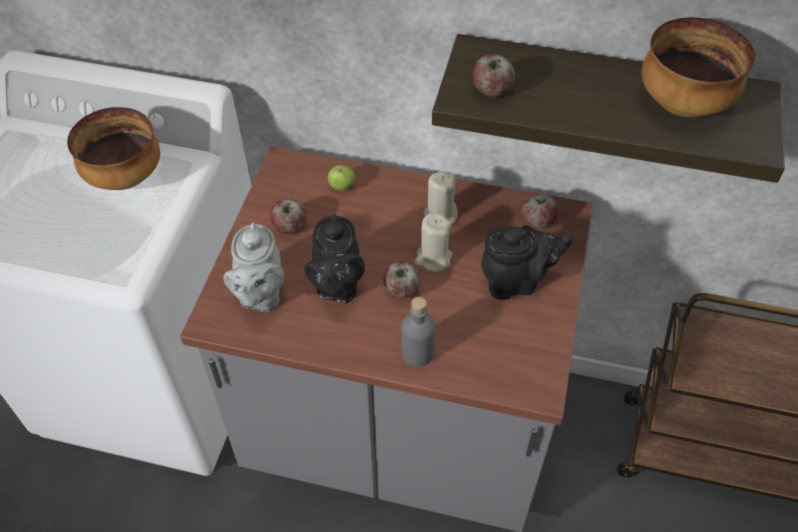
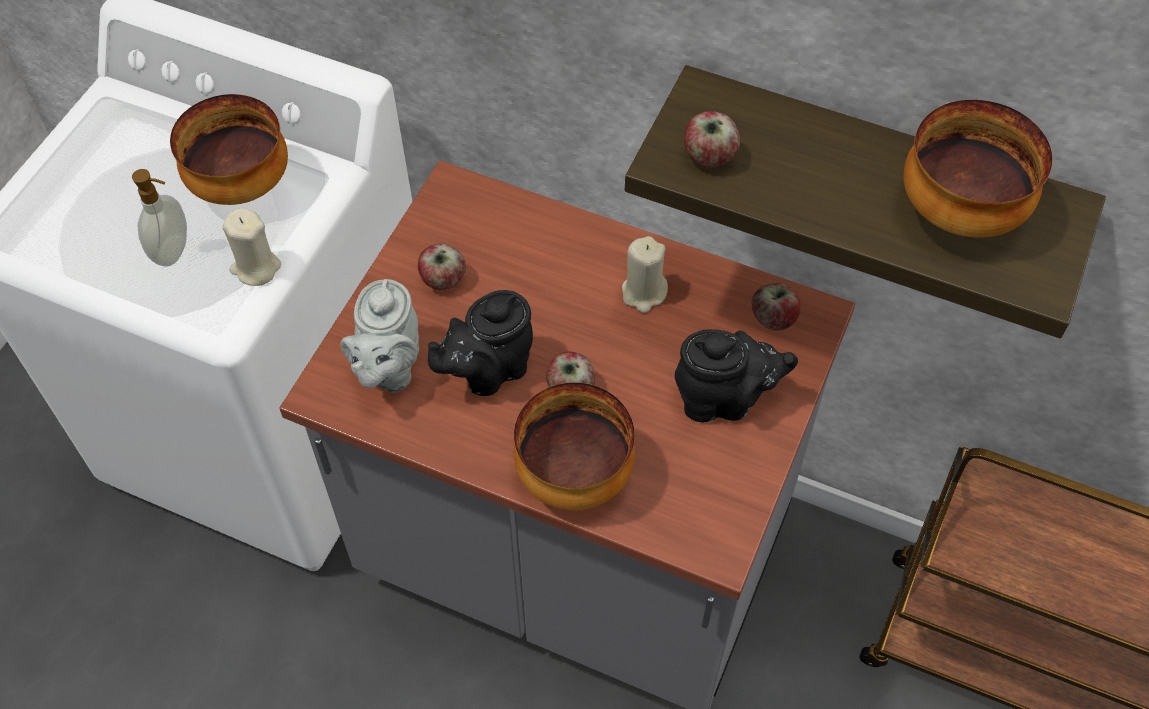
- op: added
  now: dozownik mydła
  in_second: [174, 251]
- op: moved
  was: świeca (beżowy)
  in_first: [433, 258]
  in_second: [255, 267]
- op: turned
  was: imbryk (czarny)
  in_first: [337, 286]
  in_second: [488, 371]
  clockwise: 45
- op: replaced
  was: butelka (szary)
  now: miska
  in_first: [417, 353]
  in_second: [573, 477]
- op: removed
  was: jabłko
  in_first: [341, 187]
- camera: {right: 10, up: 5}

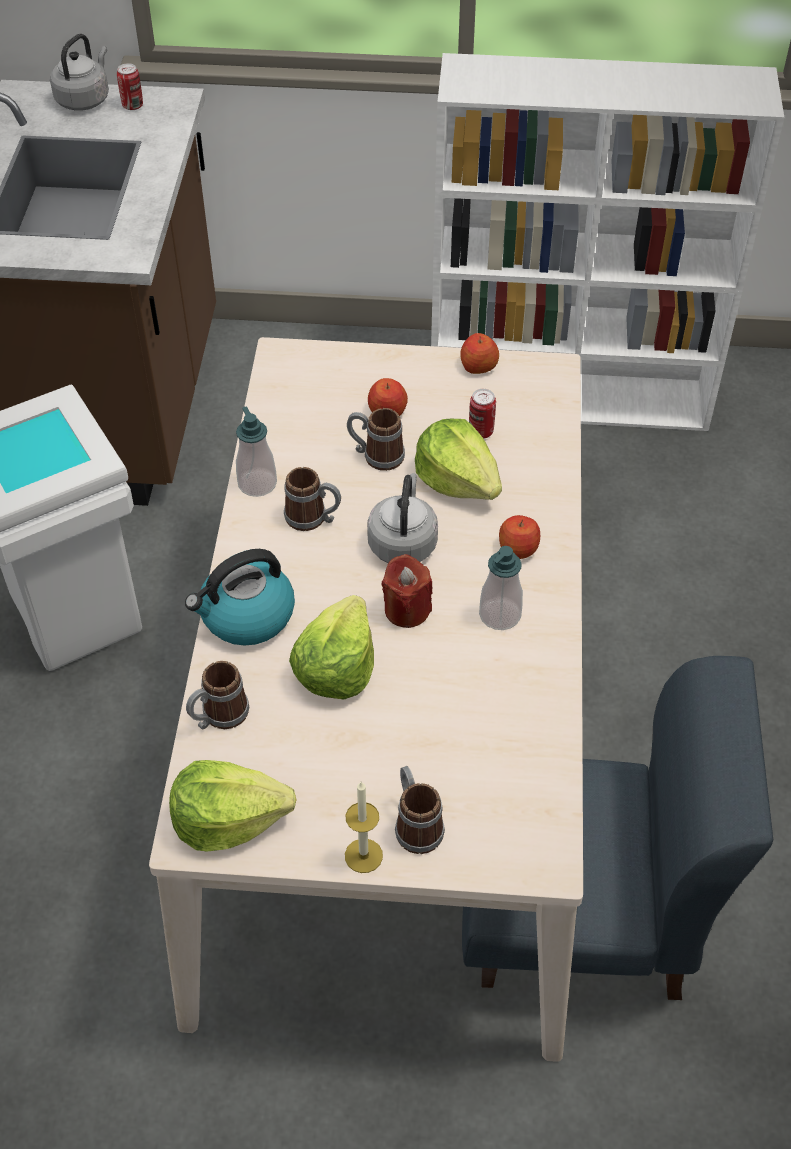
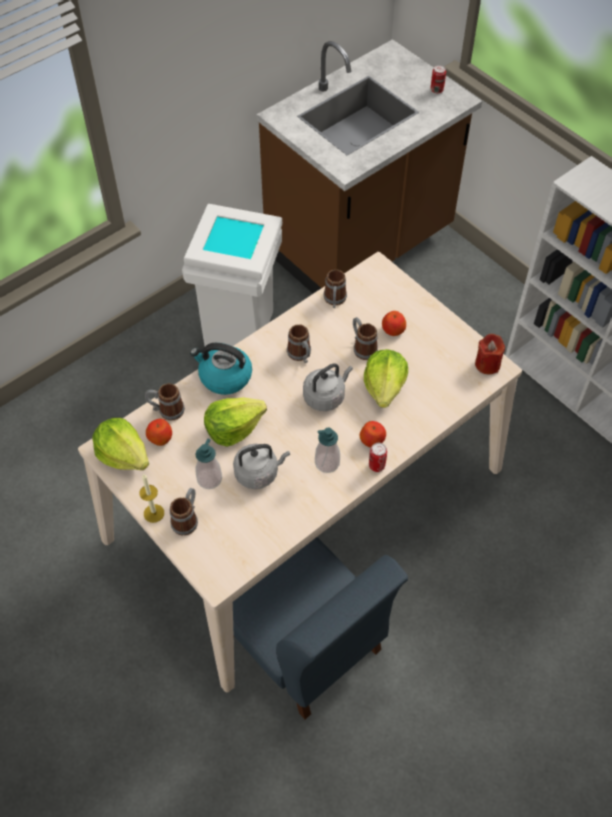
- op: moved
  was: jabłko
  in_first: [478, 366]
  in_second: [160, 438]
- op: moved
  was: dozownik mydła
  in_first: [257, 484]
  in_second: [209, 479]
- op: moved
  was: czajnik (szary)
  in_first: [84, 99]
  in_second: [259, 473]
- op: added
  now: kubek
  in_second: [334, 301]
- op: moved
  was: puszka
  in_first: [481, 431]
  in_second: [376, 465]
- op: moved
  was: świeca (czerwony)
  in_first: [407, 609]
  in_second: [487, 364]
- camera: {right: 45, up: 5}

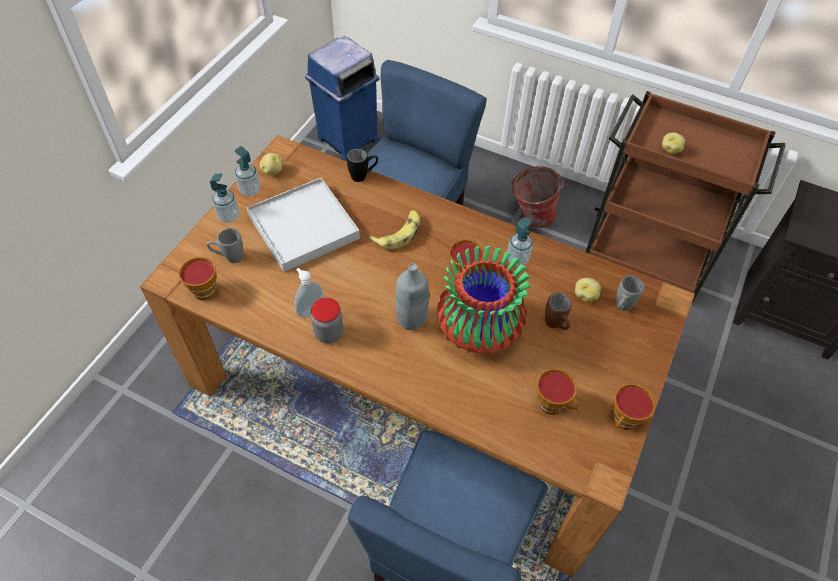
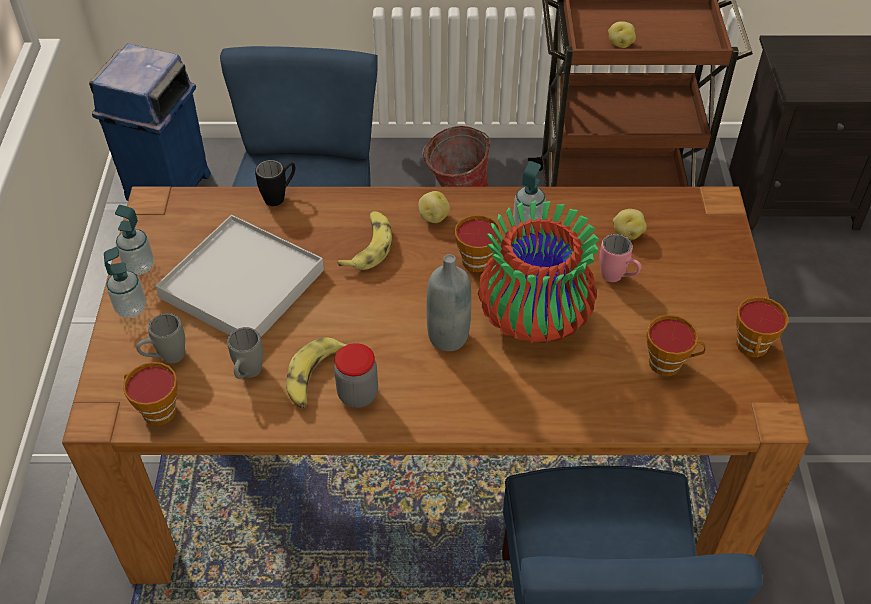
- op: moved
  was: kubek (szary)
  in_first: [621, 308]
  in_second: [247, 375]
- op: replaced
  was: dozownik mydła
  now: banan
  in_first: [310, 310]
  in_second: [315, 377]
- op: moved
  was: ziemniak
  in_first: [272, 171]
  in_second: [433, 217]
- op: recoloured
  was: kubek (brązowy)
  now: kubek (różowy)
  in_first: [556, 326]
  in_second: [617, 278]
- camera: {right: -25, up: -5}

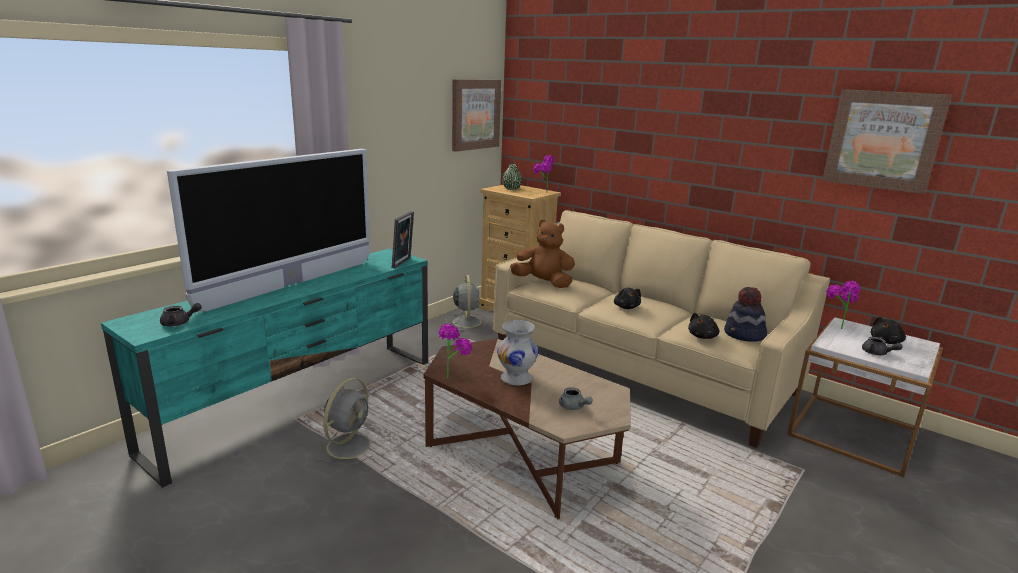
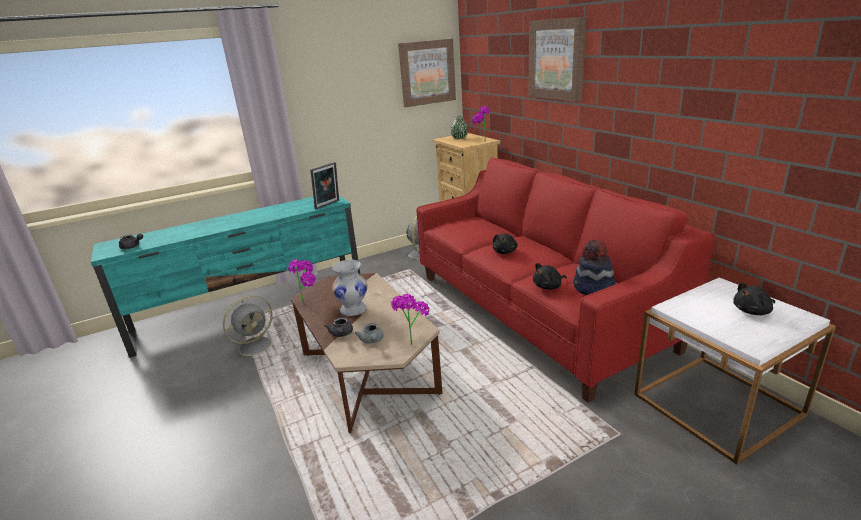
- op: moved
  was: imbryk (szary)
  in_first: [877, 353]
  in_second: [341, 334]
- op: moved
  was: roślina doniczkowa
  in_first: [836, 326]
  in_second: [412, 340]
- op: recoloured
  was: kanapa (beżowy)
  now: kanapa (czerwony)
  in_first: [640, 370]
  in_second: [535, 310]
- op: moved
  was: obraz
  in_first: [883, 140]
  in_second: [557, 59]
- op: removed
  was: telewizor
  in_first: [291, 284]
- op: removed
  was: pluszak (brązowy)
  in_first: [543, 283]
- camera: {right: 25, up: 5}

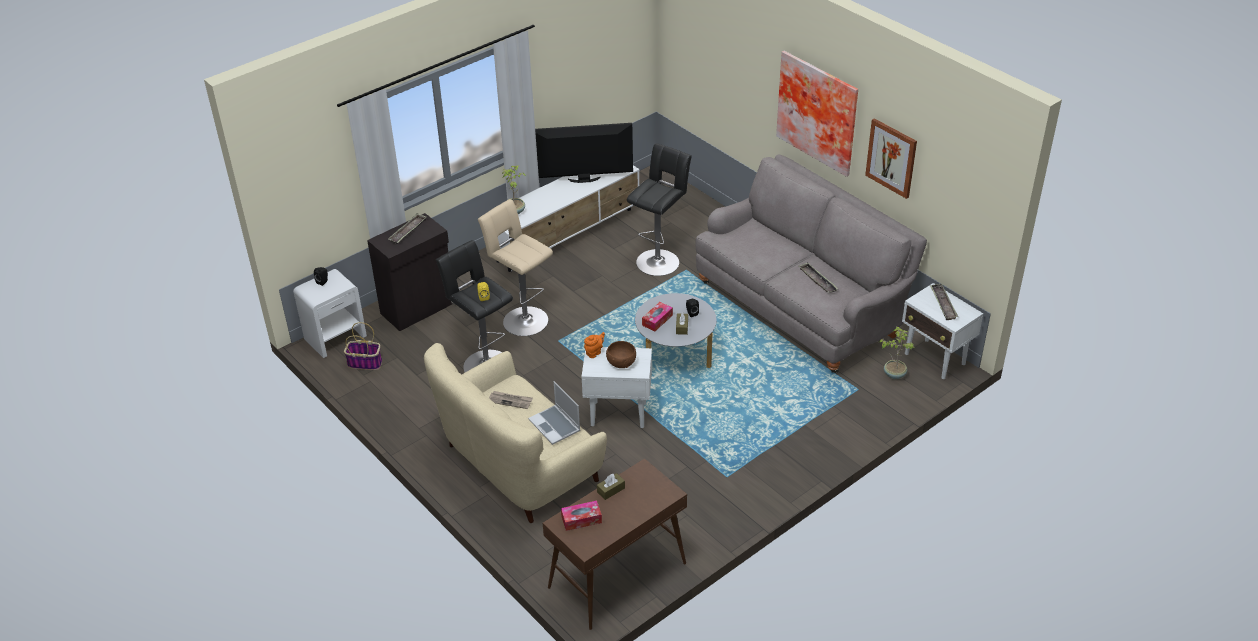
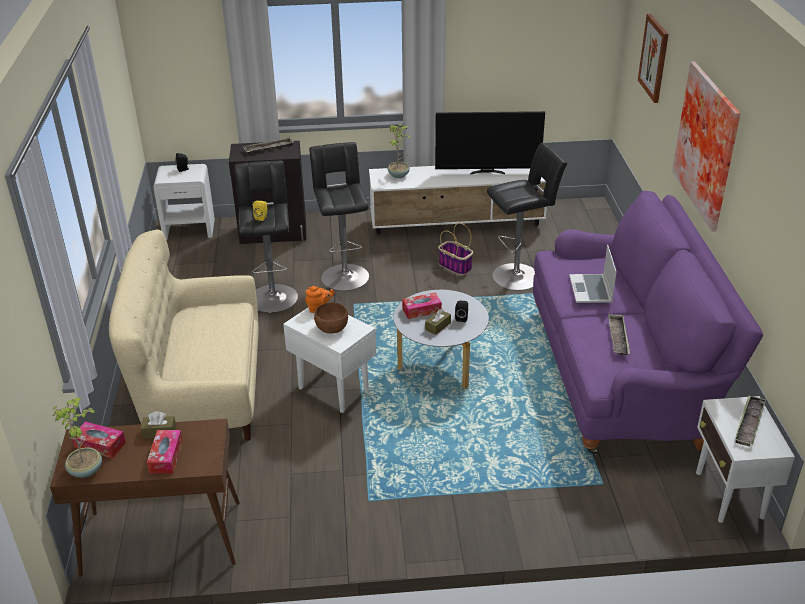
- op: moved
  was: roślina doniczkowa
  in_first: [894, 374]
  in_second: [86, 469]
- op: added
  now: pudełko chusteczek
  in_second: [166, 457]
- op: recoloured
  was: stołek (beżowy)
  now: stołek (czarny)
  in_first: [523, 319]
  in_second: [344, 275]
- op: turned
  was: telewizor
  in_first: [584, 180]
  in_second: [487, 172]
  clockwise: 150
- op: moved
  was: koszyk
  in_first: [365, 363]
  in_second: [456, 266]
- op: recoloured
  was: kanapa (szary)
  now: kanapa (fioletowy)
  in_first: [801, 306]
  in_second: [623, 373]
- op: moved
  was: laptop
  in_first: [555, 425]
  in_second: [591, 290]
- op: moved
  was: obraz
  in_first: [891, 158]
  in_second: [654, 58]
- op: removed
  was: gazeta
  in_first: [510, 400]
- camera: {right: 35, up: -5}

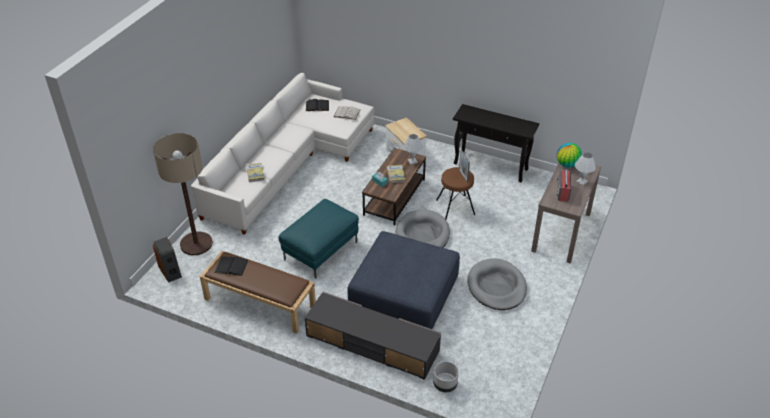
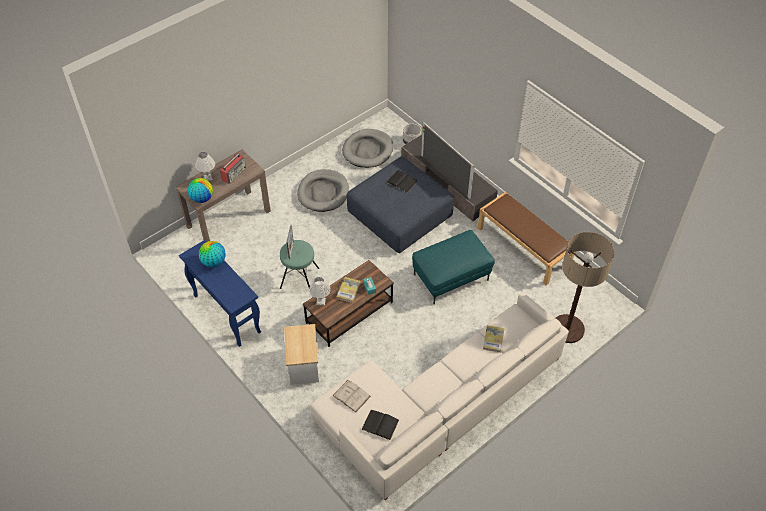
- op: recoloured
  was: stolik konsolowy (czarny)
  now: stolik konsolowy (niebieski)
  in_first: [491, 166]
  in_second: [226, 313]
- op: added
  now: globus
  in_second: [213, 262]
- op: recoloured
  was: stołek (brązowy)
  now: stołek (turkusowy)
  in_first: [455, 207]
  in_second: [299, 278]
- op: moved
  was: legowisko (szary)
  in_first: [422, 235]
  in_second: [368, 150]
- op: moved
  was: książka (czarny)
  in_first: [231, 266]
  in_second: [401, 181]
- op: added
  now: telewizor
  in_second: [445, 176]
- op: removed
  was: głośnik
  in_first: [170, 271]
- camera: {right: -155, up: 10}

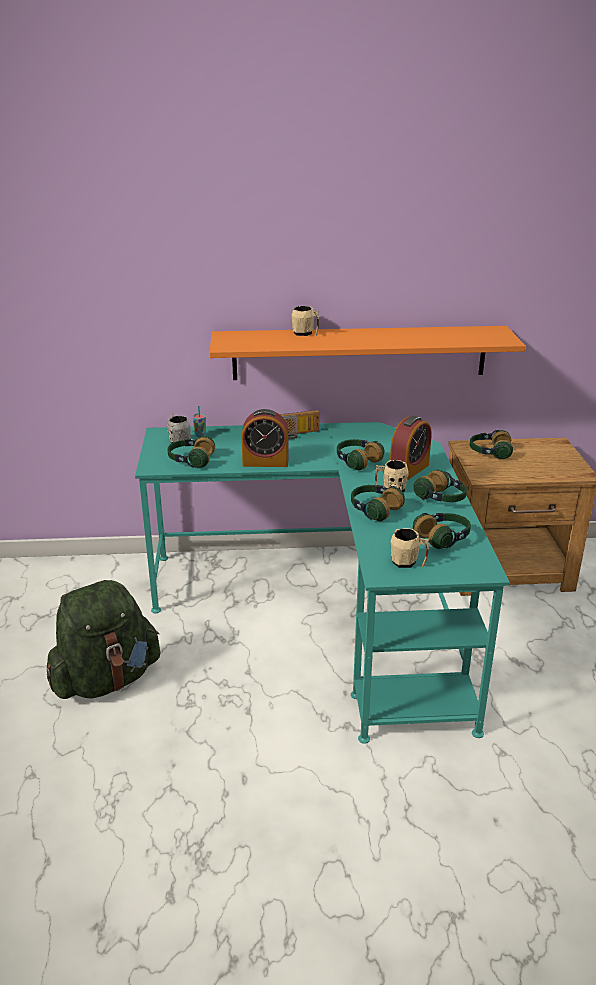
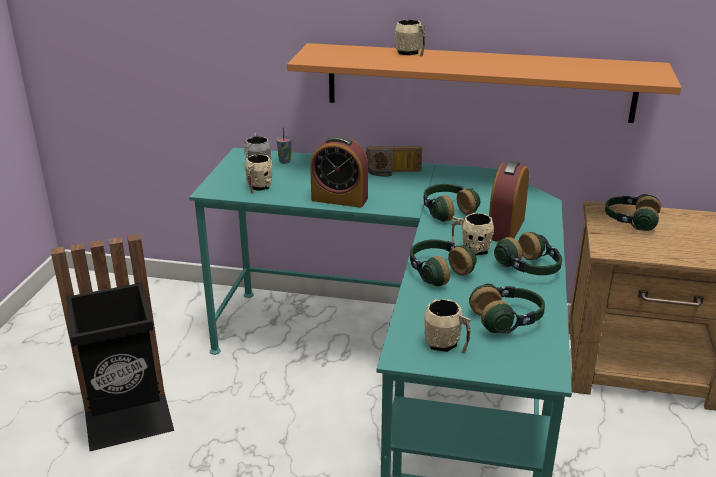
- op: replaced
  was: plecak (zielony)
  now: kosz na śmieci (czarny)
  in_first: [107, 679]
  in_second: [129, 421]
- op: replaced
  was: słuchawki
  now: kubek (beżowy)
  in_first: [190, 460]
  in_second: [258, 187]
- op: turned
  was: budzik
  in_first: [409, 470]
  in_second: [506, 229]
  clockwise: 150
- camera: {right: 15, up: 0}

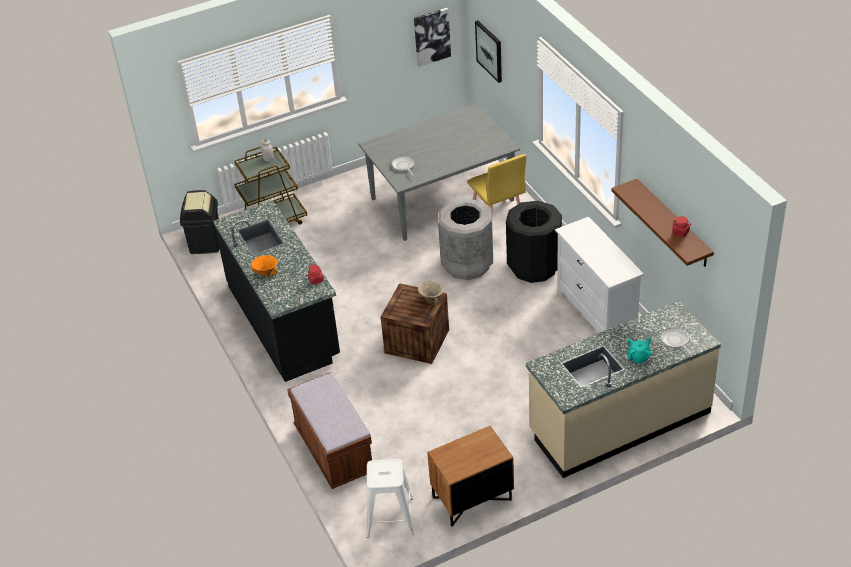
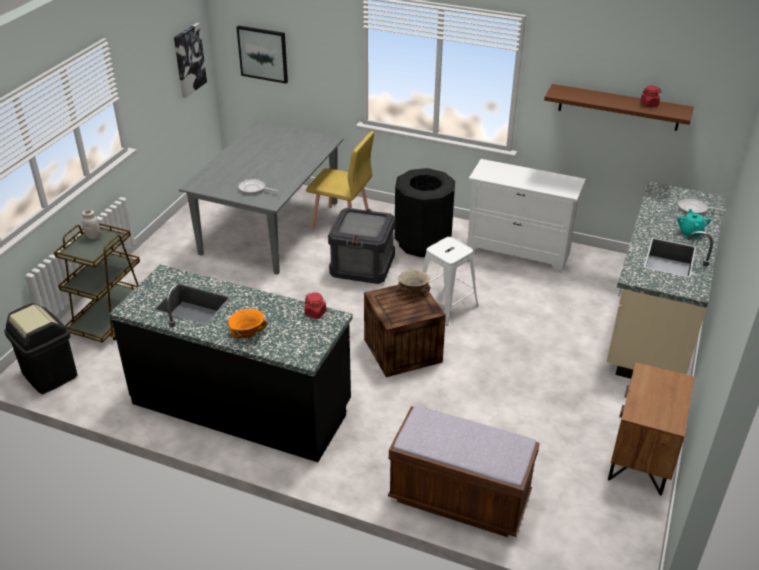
- op: replaced
  was: kosz na śmieci (szary)
  now: skrzynka
  in_first: [467, 264]
  in_second: [363, 266]
- op: moved
  was: stołek (biały)
  in_first: [390, 517]
  in_second: [446, 305]
- camera: {right: -45, up: -5}

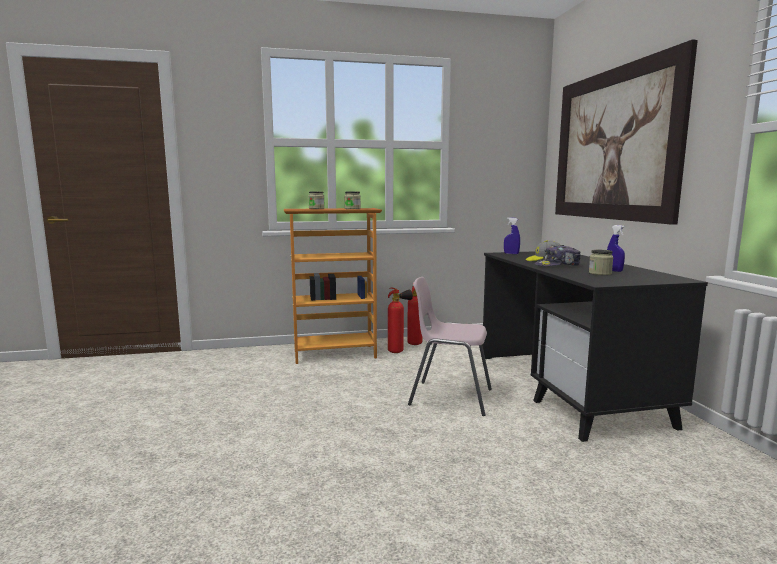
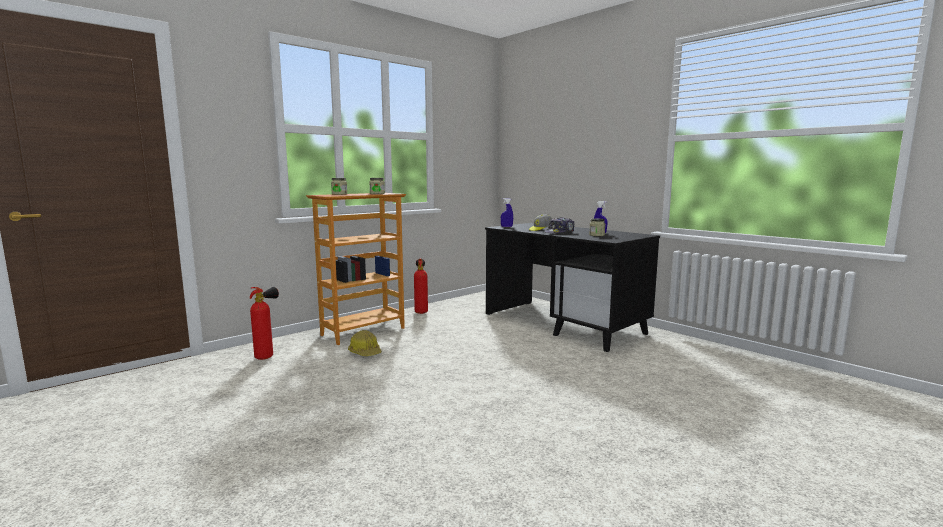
- op: moved
  was: gaśnica
  in_first: [398, 351]
  in_second: [267, 356]
- op: added
  now: kask
  in_second: [365, 352]
- op: removed
  was: krzesło (różowy)
  in_first: [450, 397]
- op: removed
  was: obraz
  in_first: [613, 145]
- camera: {right: -30, up: 0}

